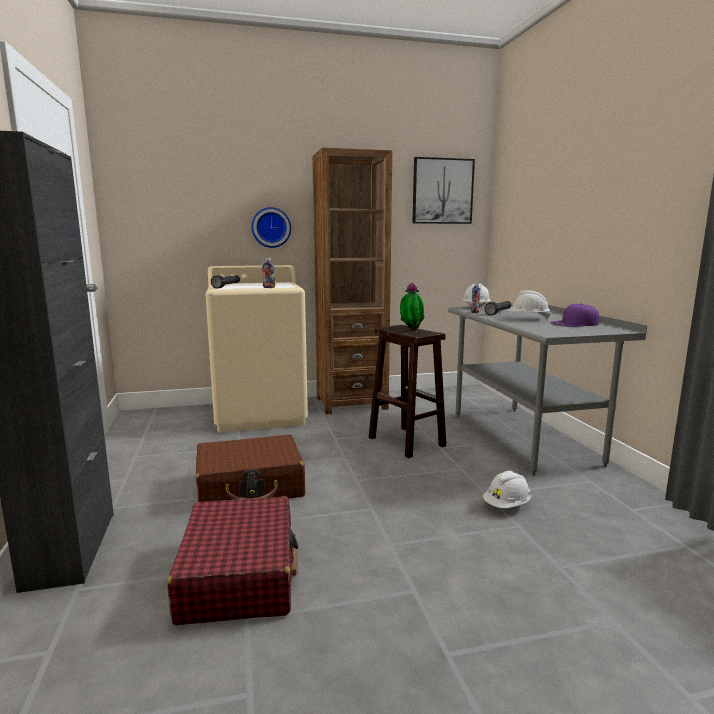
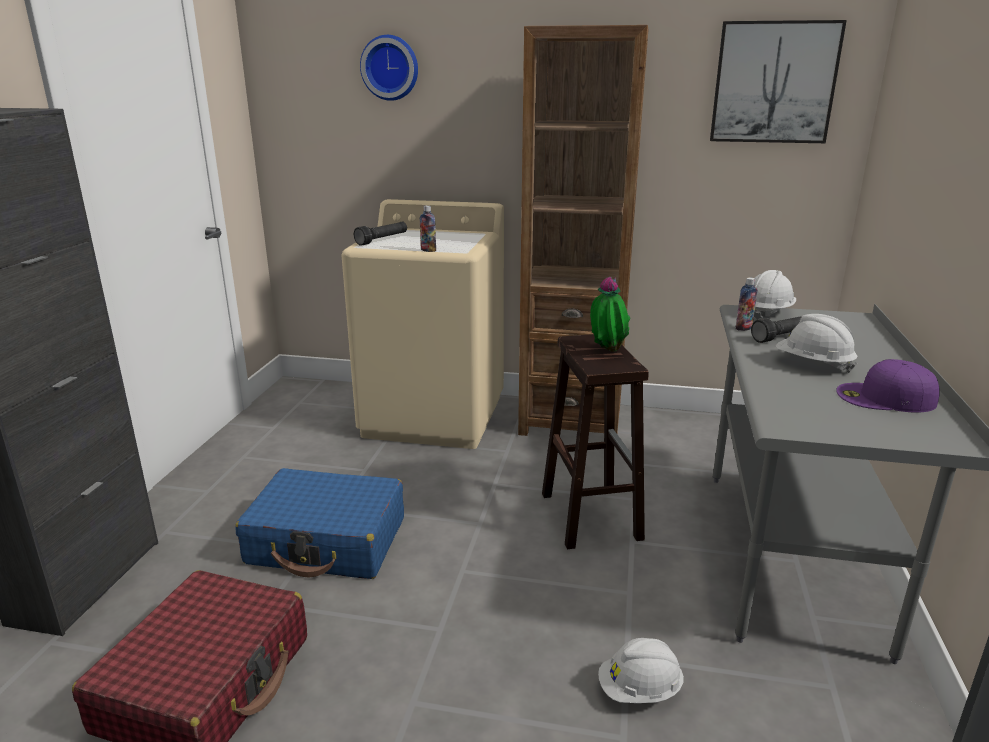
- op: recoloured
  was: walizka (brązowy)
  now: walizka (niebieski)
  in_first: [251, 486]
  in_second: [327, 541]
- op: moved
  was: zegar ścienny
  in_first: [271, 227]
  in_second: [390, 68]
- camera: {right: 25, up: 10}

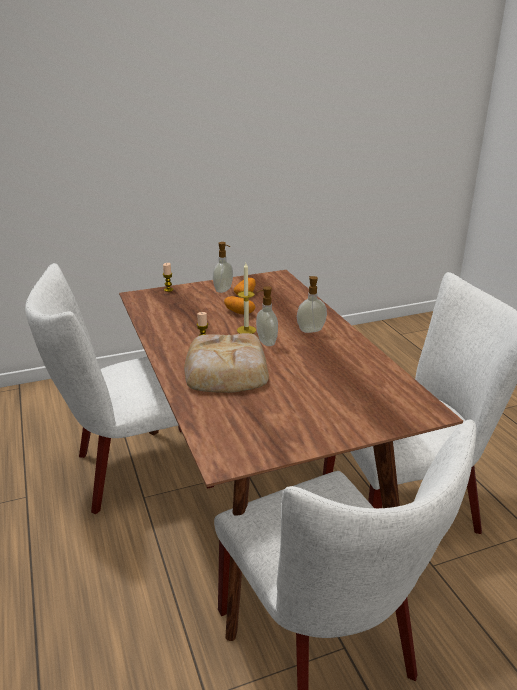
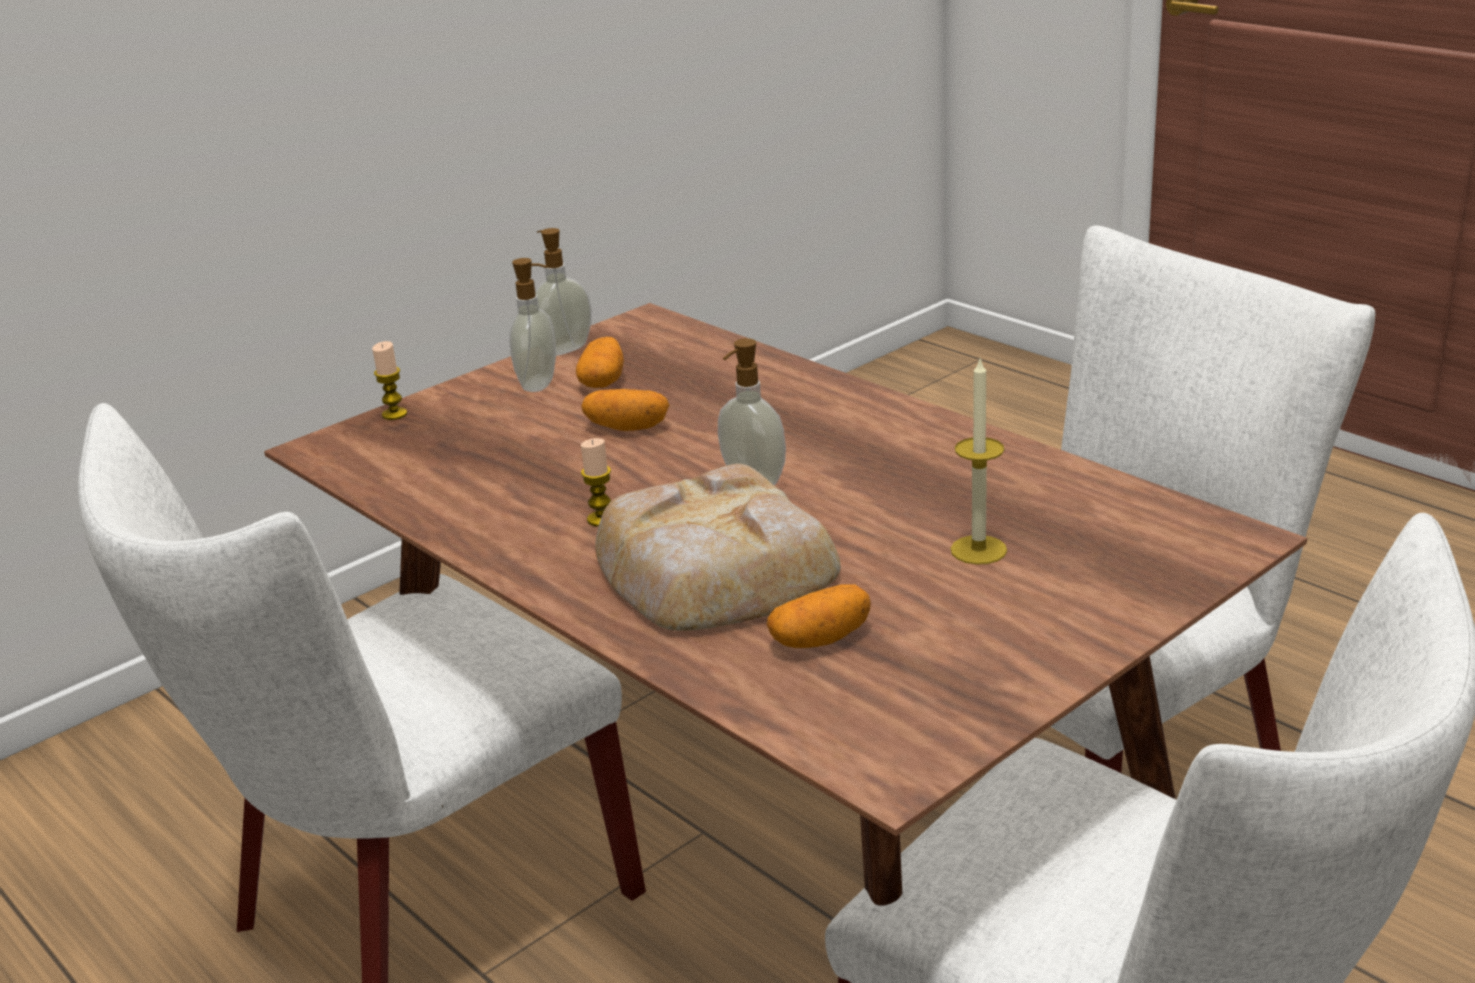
- op: moved
  was: dozownik mydła
  in_first: [310, 330]
  in_second: [563, 349]
- op: added
  now: ziemniak
  in_second: [820, 640]
- op: moved
  was: świeca
  in_first: [246, 330]
  in_second: [978, 550]
- camera: {right: -20, up: 0}

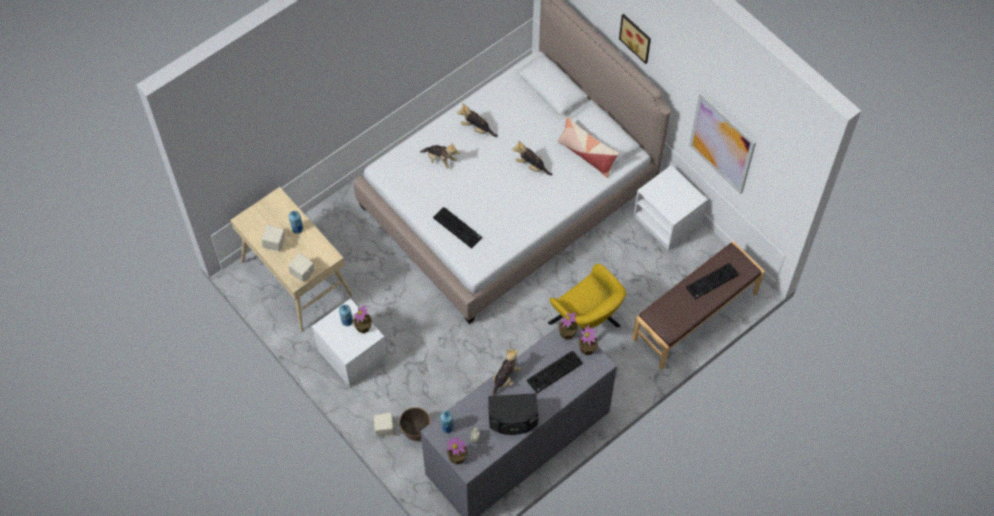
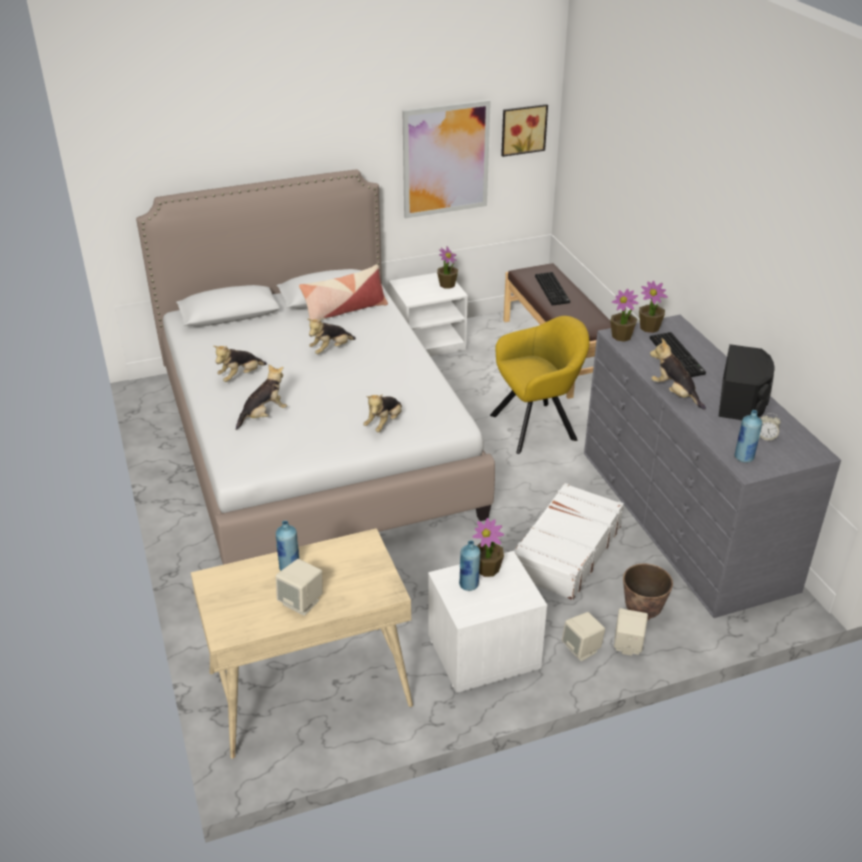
- op: replaced
  was: klawiatura
  now: pluszak
  in_first: [458, 228]
  in_second: [384, 423]
- op: moved
  was: roślina doniczkowa
  in_first: [457, 457]
  in_second: [447, 284]
- op: moved
  was: obraz
  in_first: [636, 37]
  in_second: [523, 129]
- op: added
  now: walizka (biały)
  in_second: [565, 551]
- op: moved
  was: głośnik (beżowy)
  in_first: [302, 274]
  in_second: [582, 649]
- camera: {right: -70, up: -25}

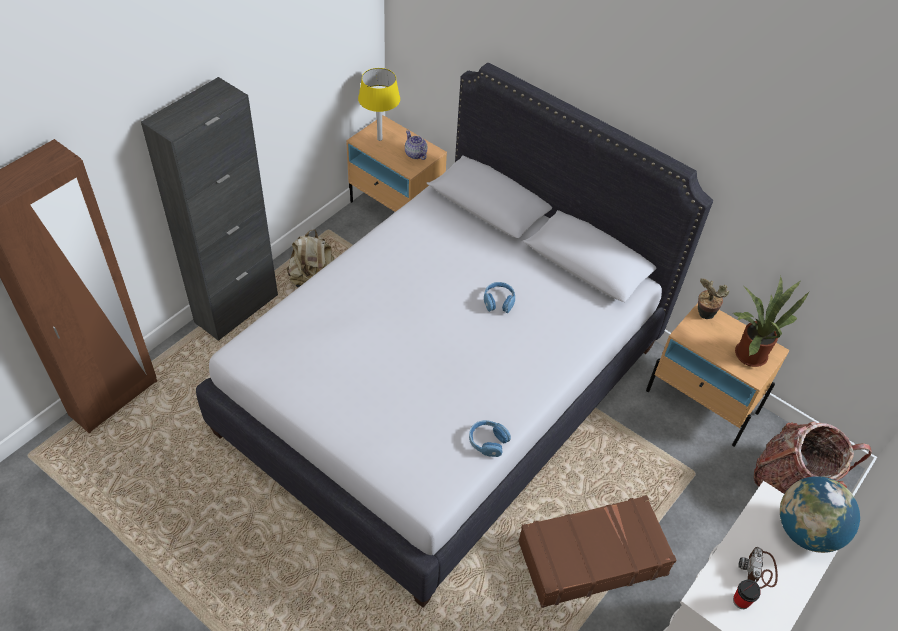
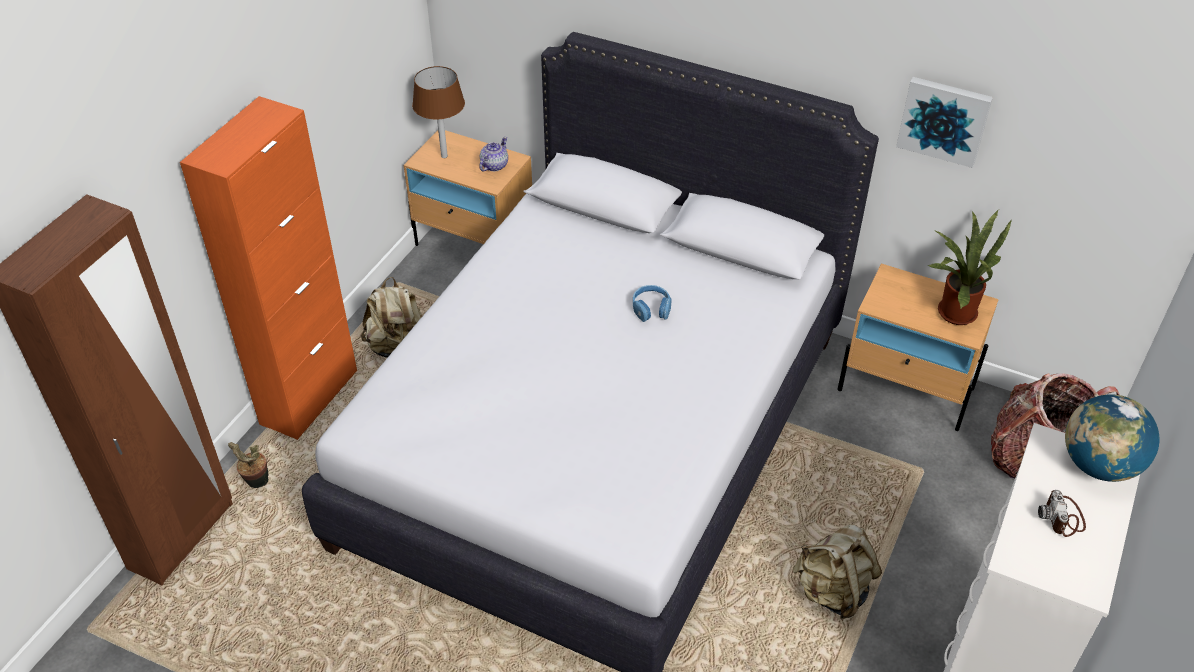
- op: recoloured
  was: szafka (czarny)
  now: szafka (pomarańczowy)
  in_first: [236, 308]
  in_second: [309, 397]
- op: moved
  was: roślina doniczkowa
  in_first: [703, 314]
  in_second: [255, 482]
- op: recoloured
  was: lampa stołowa (żółty)
  now: lampa stołowa (brązowy)
  in_first: [379, 139]
  in_second: [444, 156]
- op: turned
  was: imbryk
  in_first: [415, 154]
  in_second: [494, 166]
  clockwise: 75
- op: replaced
  was: walizka (brązowy)
  now: plecak (beżowy)
  in_first: [591, 557]
  in_second: [832, 591]
- op: added
  now: obraz
  in_second: [944, 120]
- op: removed
  was: słuchawki (niebieski)
  in_first: [487, 441]
- op: removed
  was: filiżanka
  in_first: [741, 601]
- camera: {right: -10, up: -5}

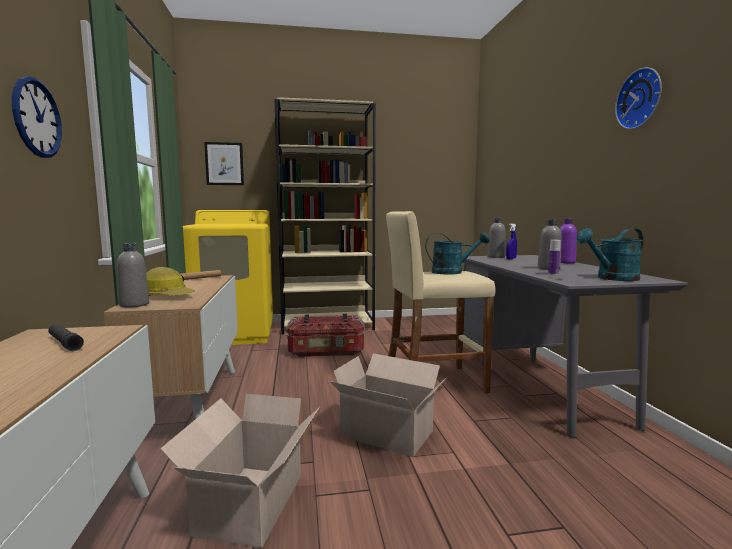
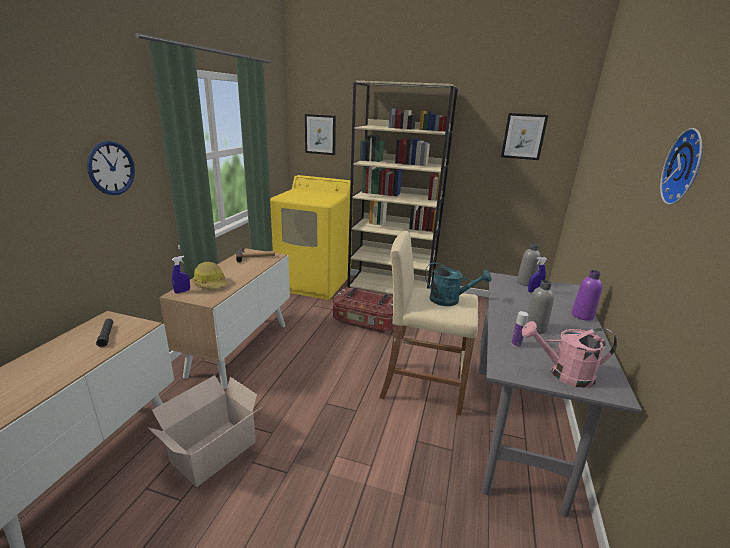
- op: replaced
  was: butelka (szary)
  now: spryskiwacz (niebieski)
  in_first: [134, 304]
  in_second: [182, 291]
- op: added
  now: obraz
  in_second: [523, 136]
- op: recoloured
  was: konewka (turkusowy)
  now: konewka (różowy)
  in_first: [612, 278]
  in_second: [563, 374]
- op: removed
  was: karton
  in_first: [389, 434]
- camera: {right: 25, up: 15}

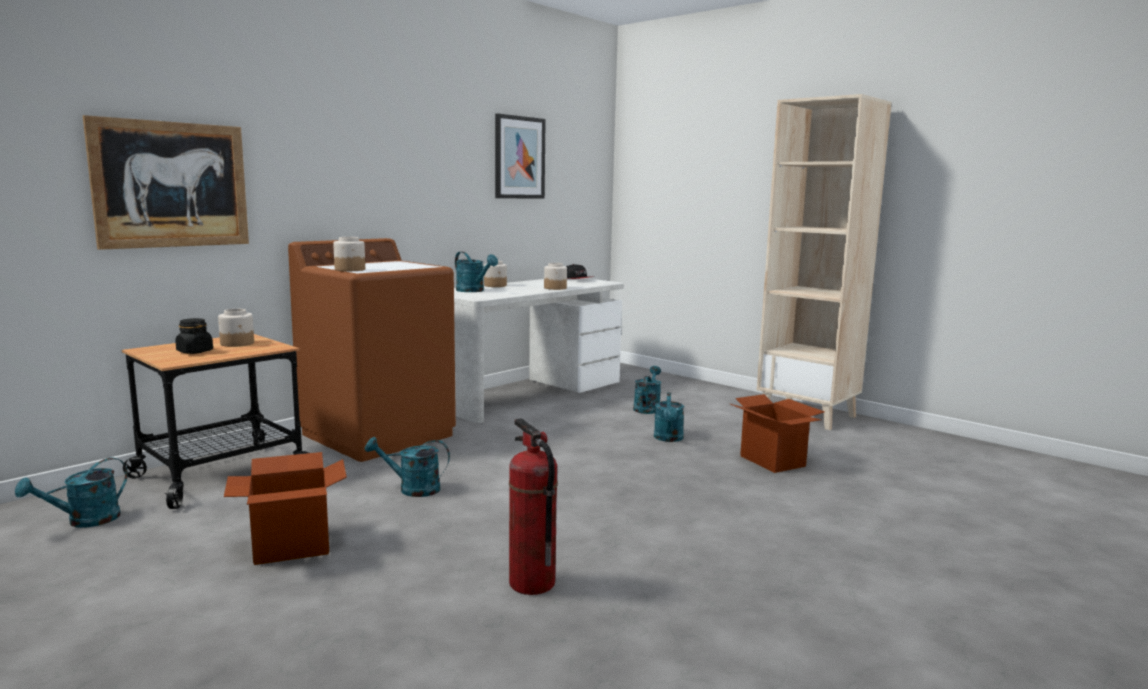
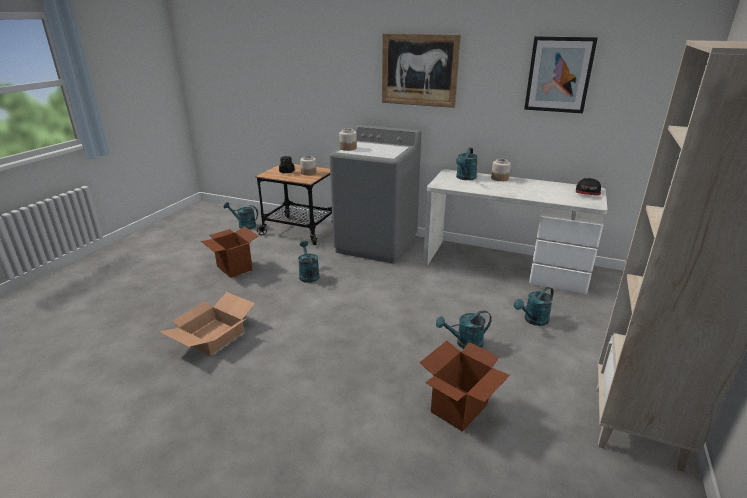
- op: replaced
  was: gaśnica
  now: karton
  in_first: [532, 583]
  in_second: [213, 335]
- op: recoloured
  was: pralka (brązowy)
  now: pralka (szary)
  in_first: [378, 434]
  in_second: [376, 244]
- op: moved
  was: obraz
  in_first: [171, 185]
  in_second: [419, 70]
- op: turned
  was: konewka (turkusowy)
  in_first: [647, 408]
  in_second: [533, 320]
  clockwise: 150
- op: removed
  was: słoik
  in_first: [555, 288]
- camera: {right: 70, up: 15}

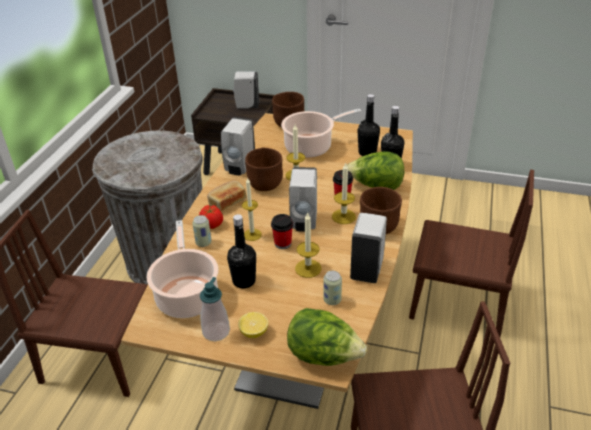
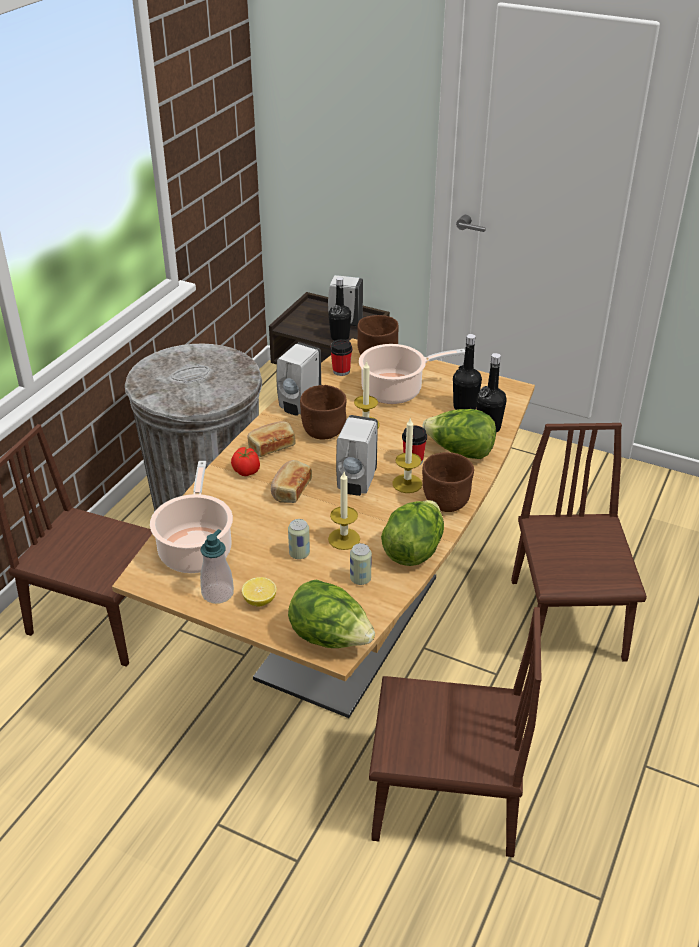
- op: replaced
  was: świeca
  now: chleb
  in_first: [252, 235]
  in_second: [290, 490]
- op: moved
  was: puszka
  in_first: [203, 243]
  in_second: [299, 554]
- op: moved
  was: butelka (czarny)
  in_first: [244, 281]
  in_second: [340, 337]
- op: moved
  was: filiżanka
  in_first: [283, 243]
  in_second: [341, 371]
- op: replaced
  was: dozownik mydła (biały)
  now: sałata
  in_first: [367, 269]
  in_second: [413, 550]
- op: turned
  was: krzesło (brązowy)
  in_first: [457, 302]
  in_second: [567, 619]
  clockwise: -120
- camera: {right: 10, up: 0}

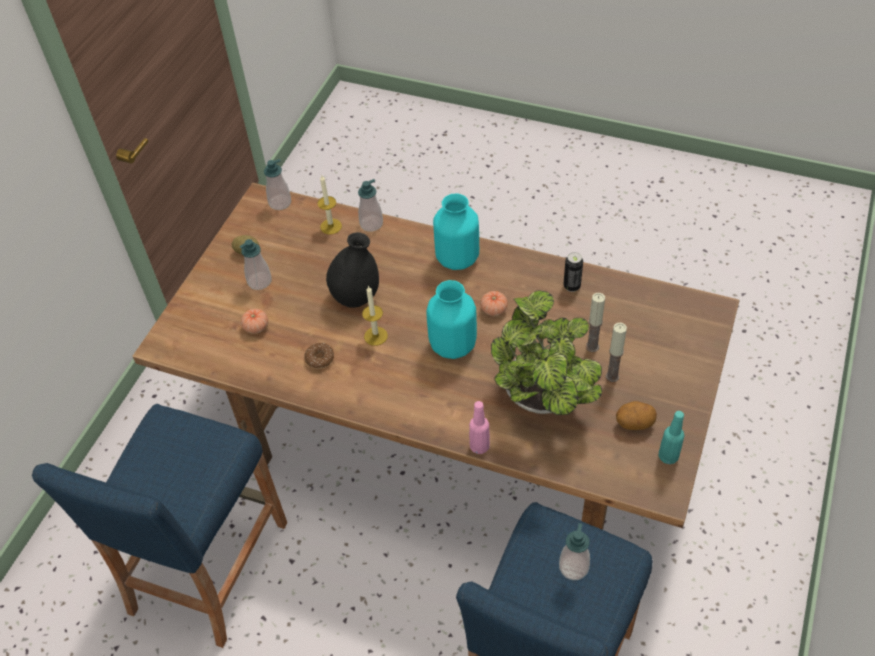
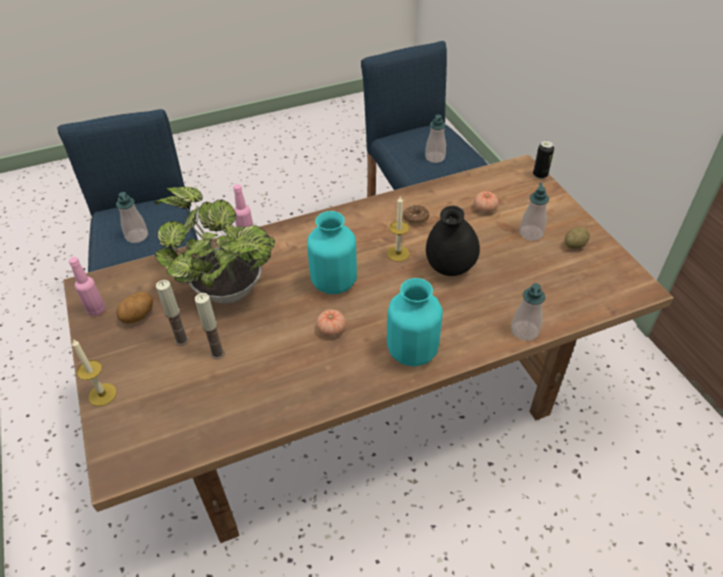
- op: recoloured
  was: butelka (turkusowy)
  now: butelka (różowy)
  in_first: [668, 456]
  in_second: [96, 310]
- op: moved
  was: świeca
  in_first: [331, 226]
  in_second: [102, 394]
- op: moved
  was: dozownik mydła
  in_first: [280, 203]
  in_second: [435, 157]
- op: moved
  was: puszka
  in_first: [571, 286]
  in_second: [540, 175]
- camera: {right: 135, up: -5}

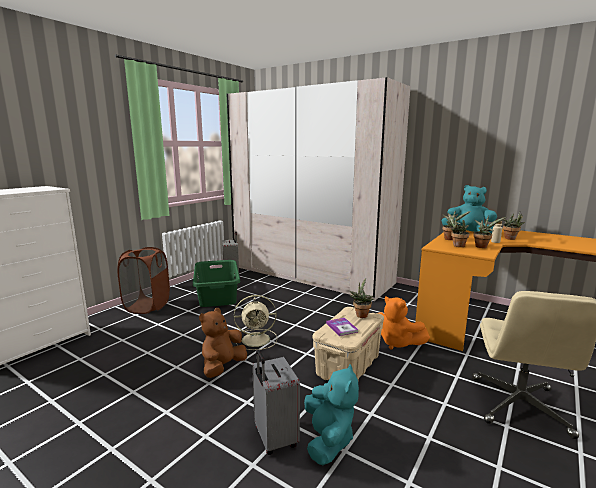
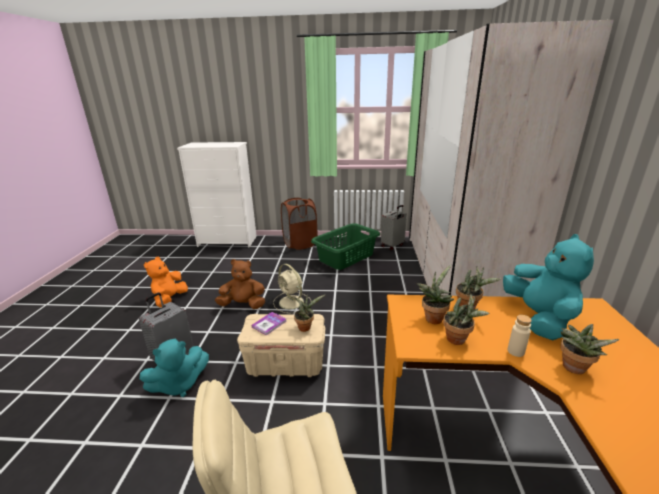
- op: moved
  was: pluszak (pomarańczowy)
  in_first: [397, 343]
  in_second: [170, 299]
- camera: {right: 60, up: 10}

